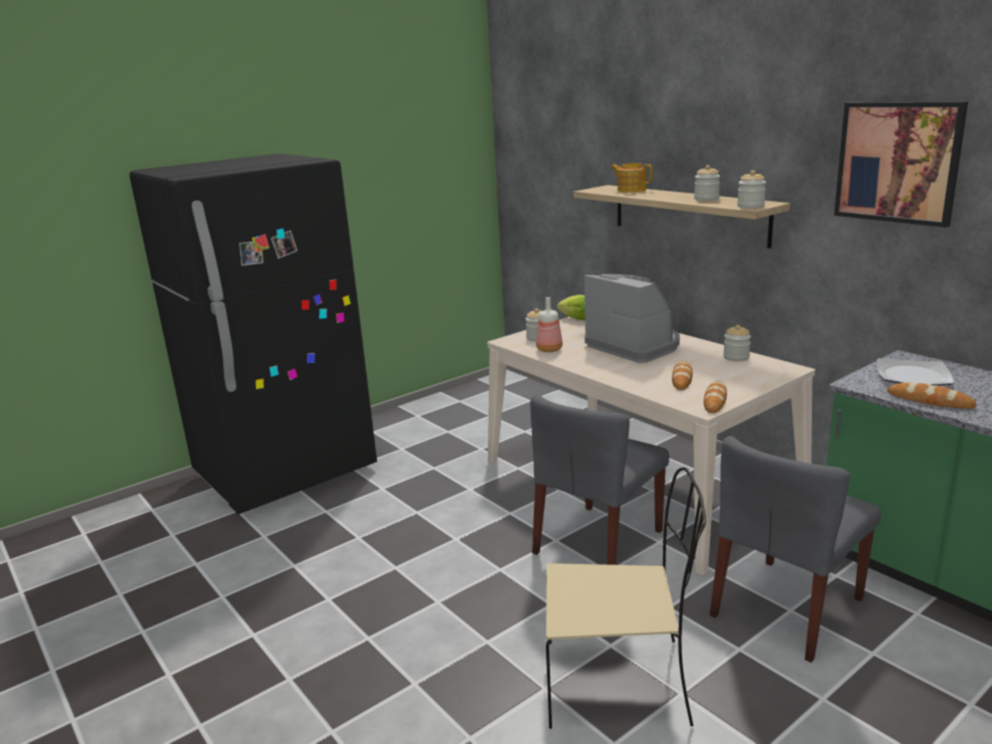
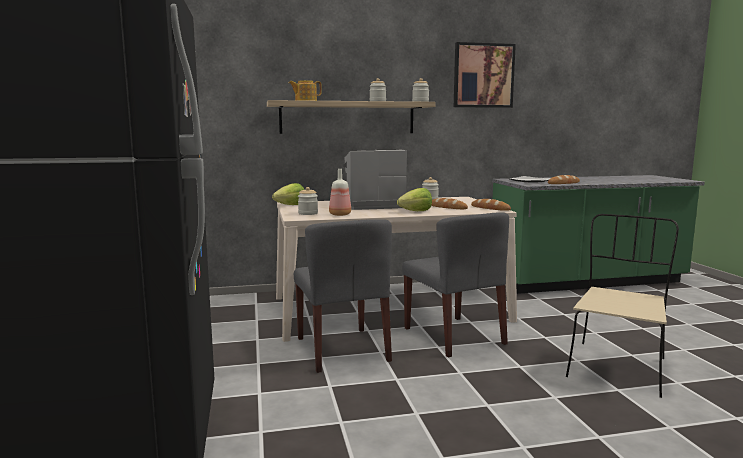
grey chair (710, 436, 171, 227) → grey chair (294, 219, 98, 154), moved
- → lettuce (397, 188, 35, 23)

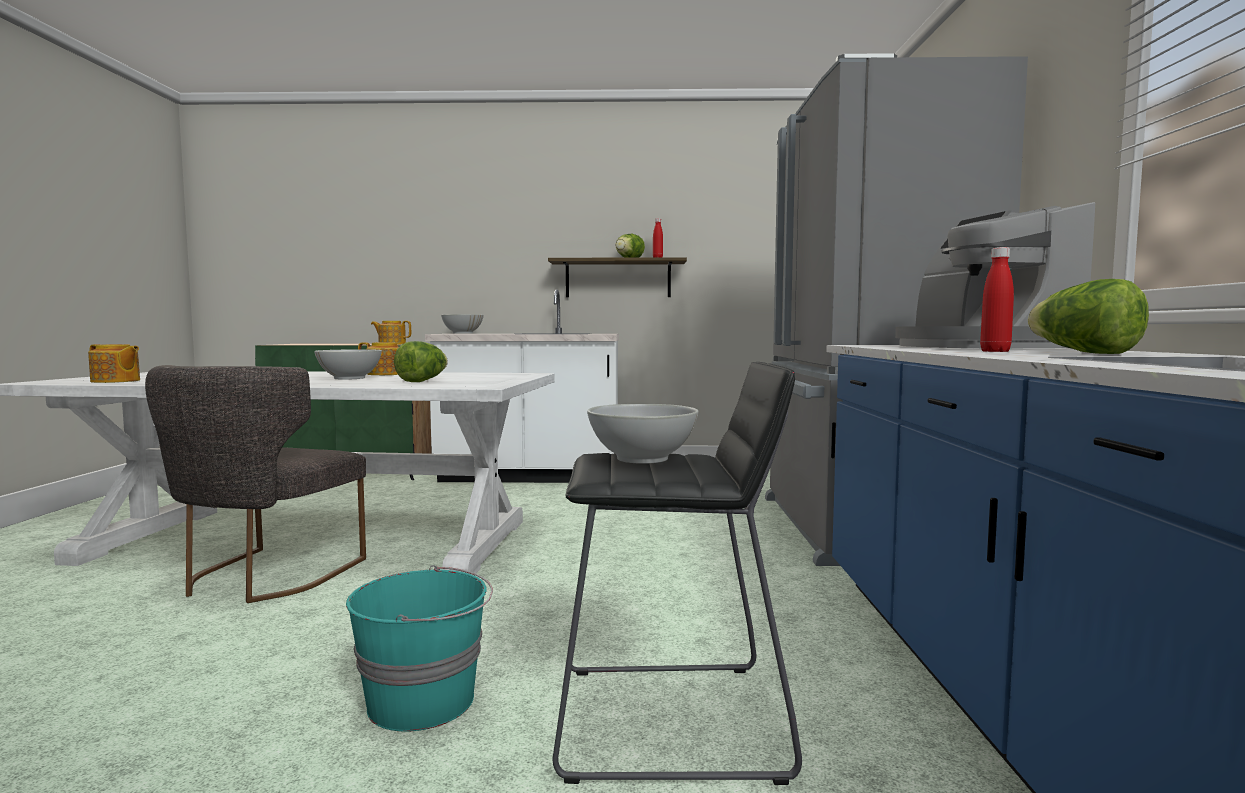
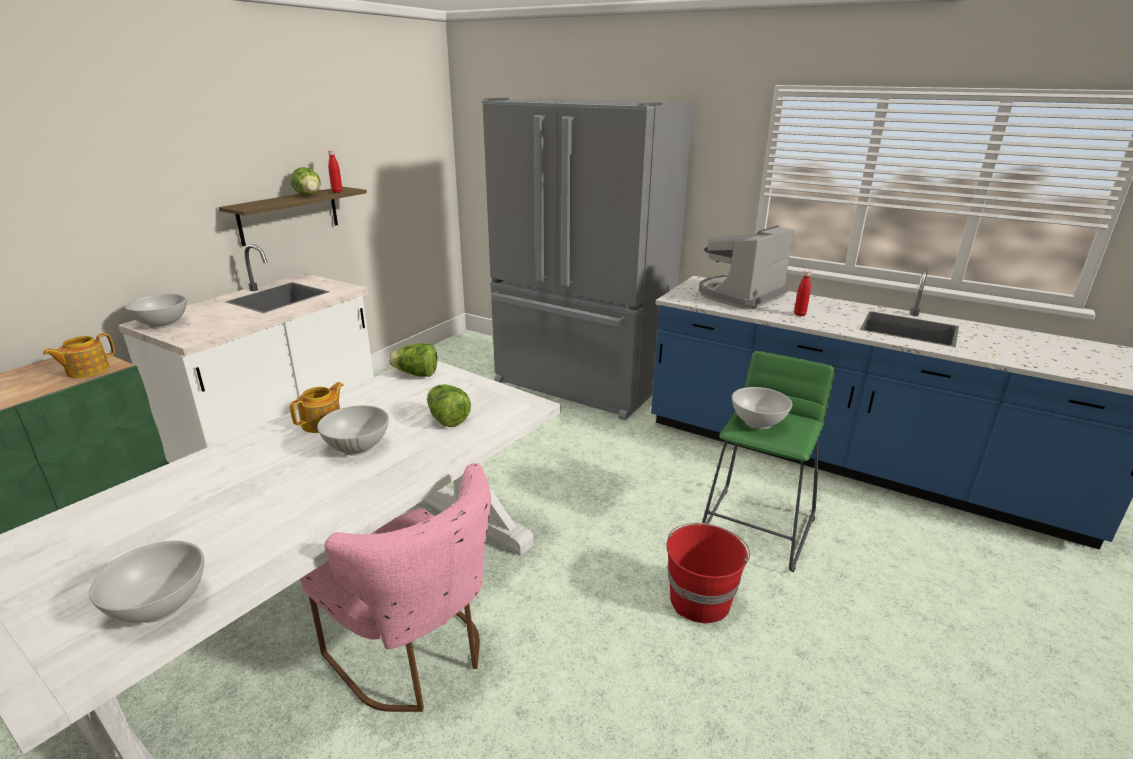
teapot (88, 344, 52, 39) → white bowl (89, 541, 115, 82)
grey chair (145, 365, 221, 238) → pink chair (300, 463, 191, 249)
lettuce (1028, 279, 121, 75) → lettuce (389, 343, 48, 34), moved
turquoise bucket (346, 565, 147, 167) → red bucket (666, 523, 84, 100)
coffee machine (895, 202, 200, 146) → coffee machine (699, 226, 95, 84), 120 degrees clockwise
black stool (552, 362, 250, 423) → green stool (702, 351, 133, 221)

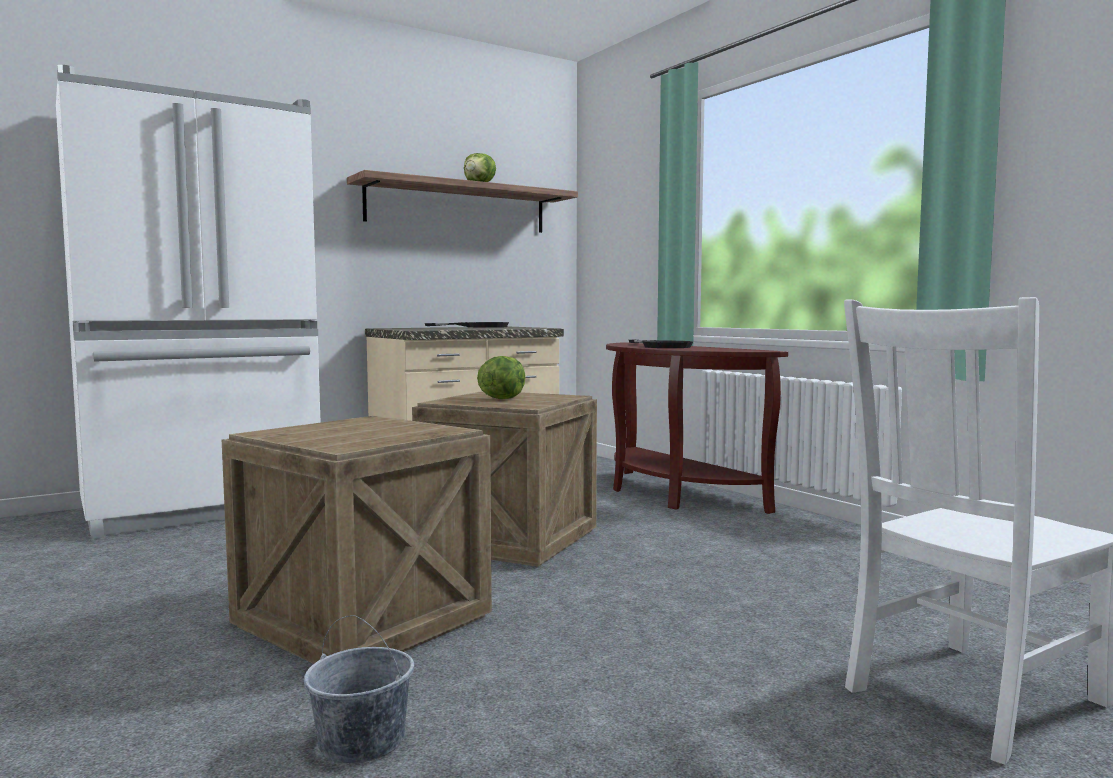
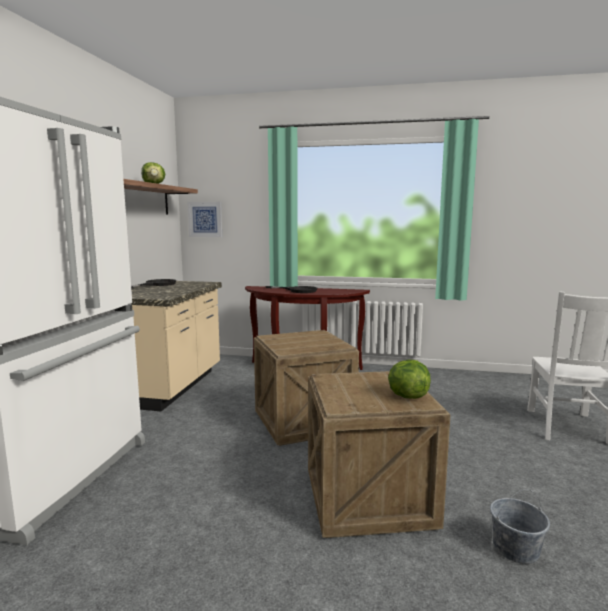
- → picture (187, 202, 35, 35)
lettuce (477, 356, 49, 43) → lettuce (388, 359, 43, 40), moved

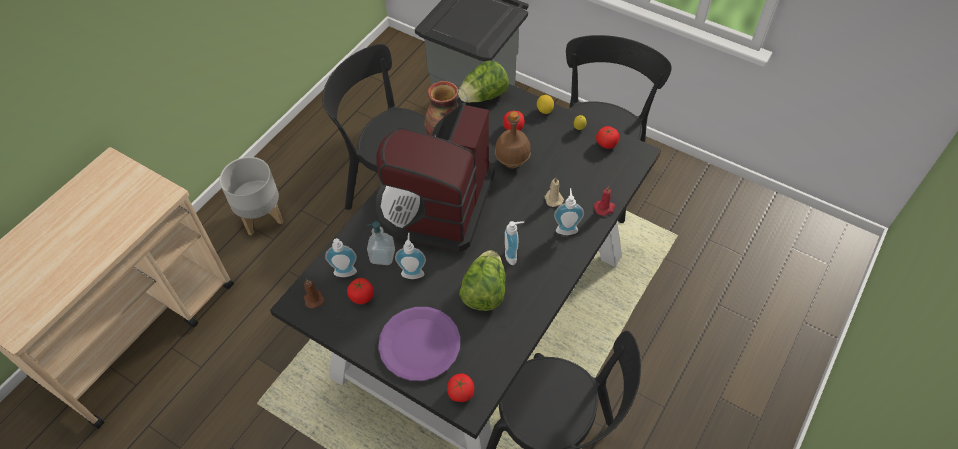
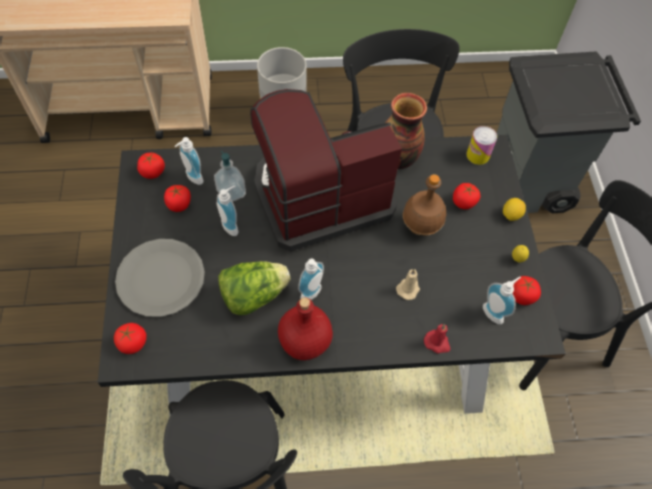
purple plate (378, 307, 82, 74) → grey plate (115, 239, 90, 78)
brown candle (304, 279, 21, 30) → tomato (137, 153, 28, 26)
- → red bottle (278, 297, 55, 63)
lettuce (458, 60, 51, 43) → can (467, 126, 30, 39)
soap dispenser (554, 188, 30, 47) → soap dispenser (483, 277, 38, 47), moved

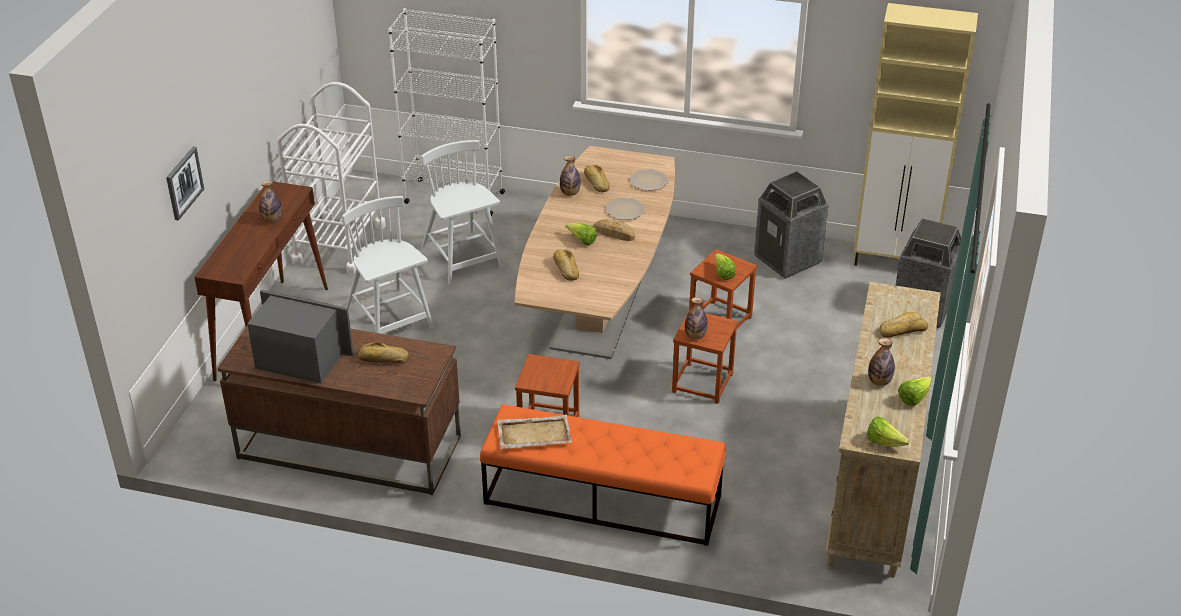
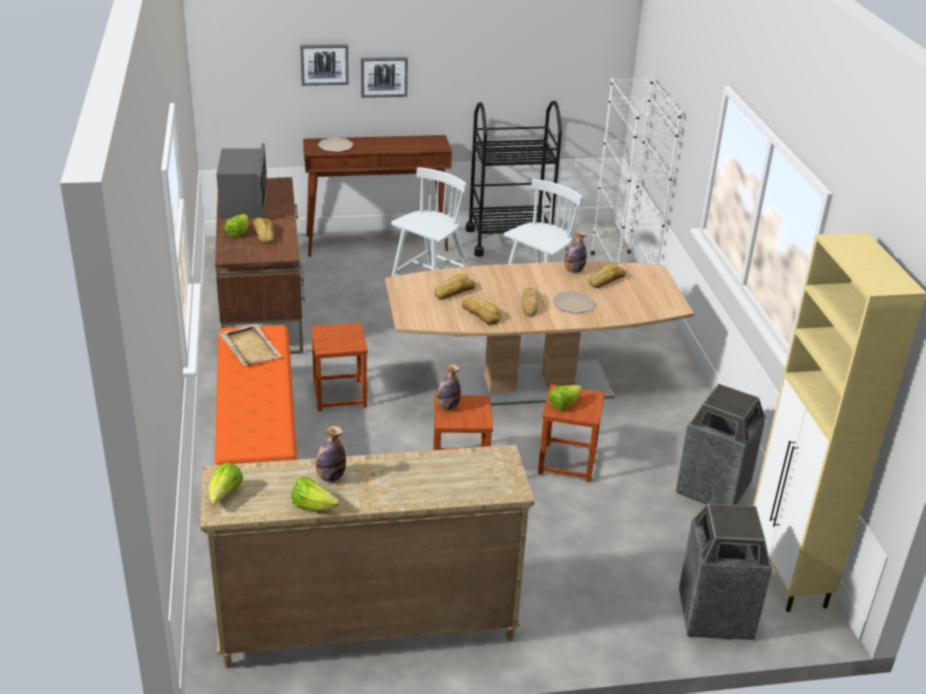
lettuce (565, 222, 32, 24) → lettuce (225, 214, 24, 24), moved
plate (630, 169, 39, 22) → plate (318, 137, 35, 15), moved
- → picture (361, 57, 47, 41)
bread (879, 312, 49, 26) → bread (462, 297, 39, 28), moved
white cart (277, 82, 109, 192) → black cart (466, 101, 96, 156)
bottle (259, 181, 23, 42) → -

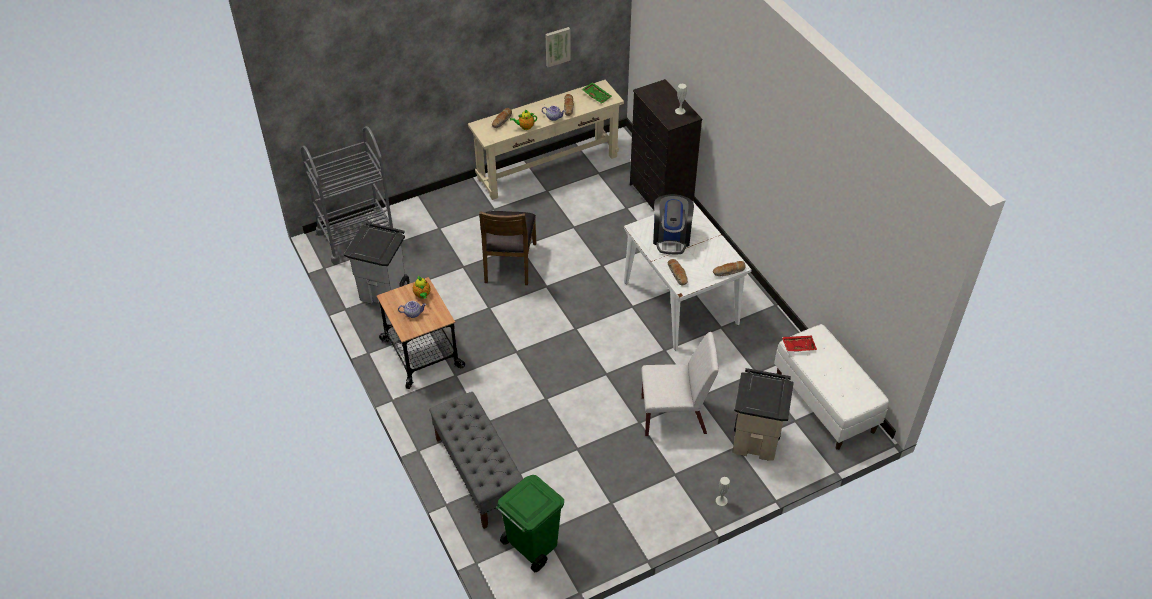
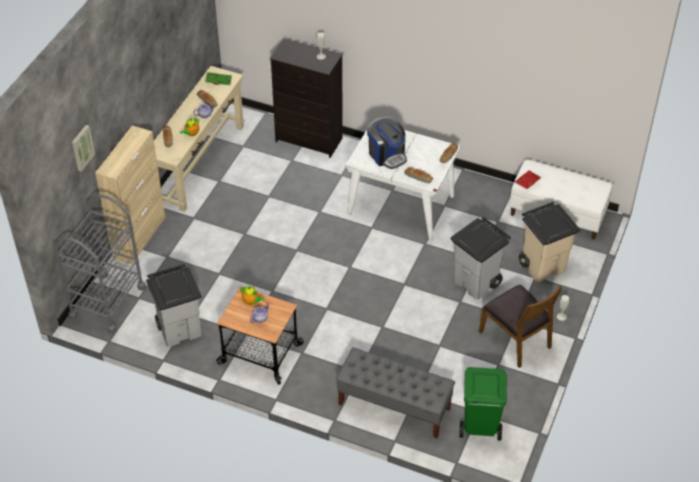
picture (546, 27, 25, 40) → picture (72, 125, 23, 47), moved
- → beige cabinet (95, 125, 70, 140)
white chair (641, 332, 78, 104) → grey trash can (450, 217, 61, 83)
brown chair (479, 211, 57, 74) → brown chair (479, 285, 83, 83), moved

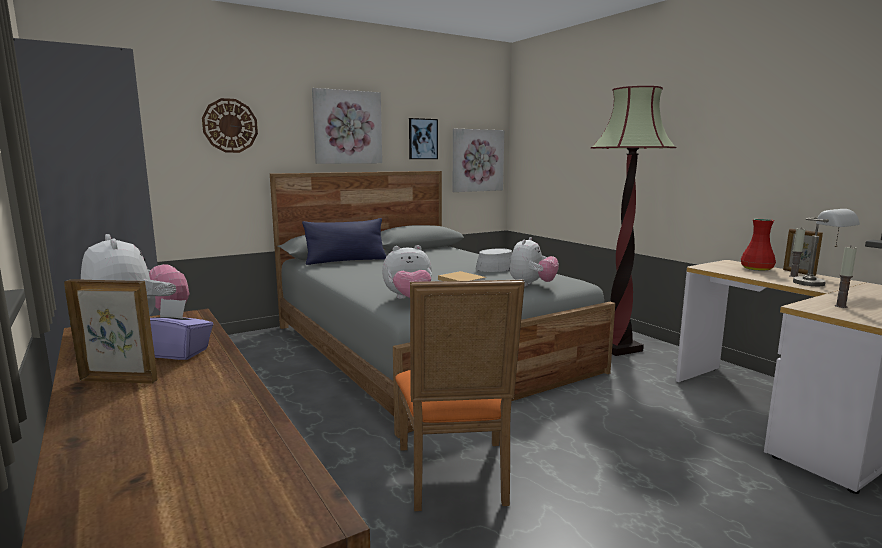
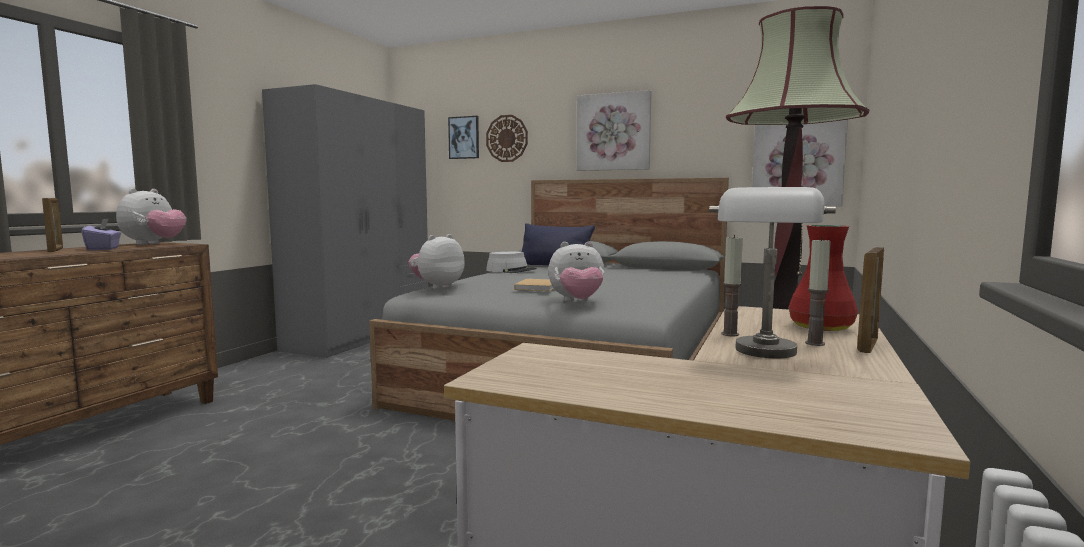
plush toy (382, 245, 50, 54) → plush toy (408, 234, 57, 55), 90 degrees clockwise
picture (409, 118, 29, 41) → picture (448, 116, 31, 43), moved
grey hat (476, 248, 36, 24) → grey hat (486, 251, 51, 22), moved
candle (835, 247, 22, 61) → candle (722, 235, 21, 101), moved
orange chair (395, 280, 130, 231) → -

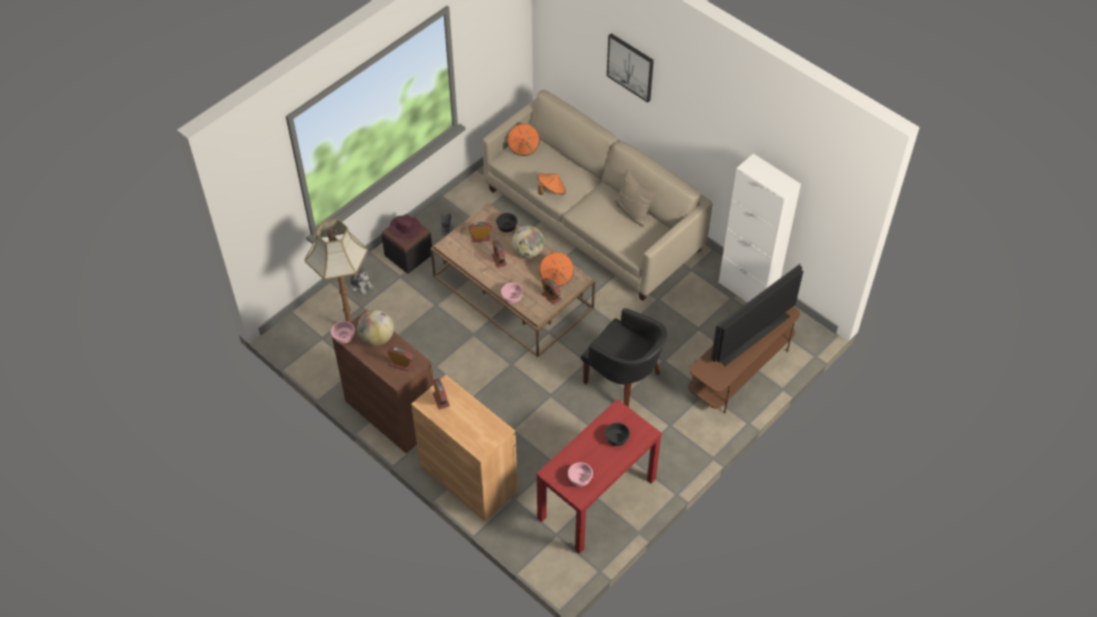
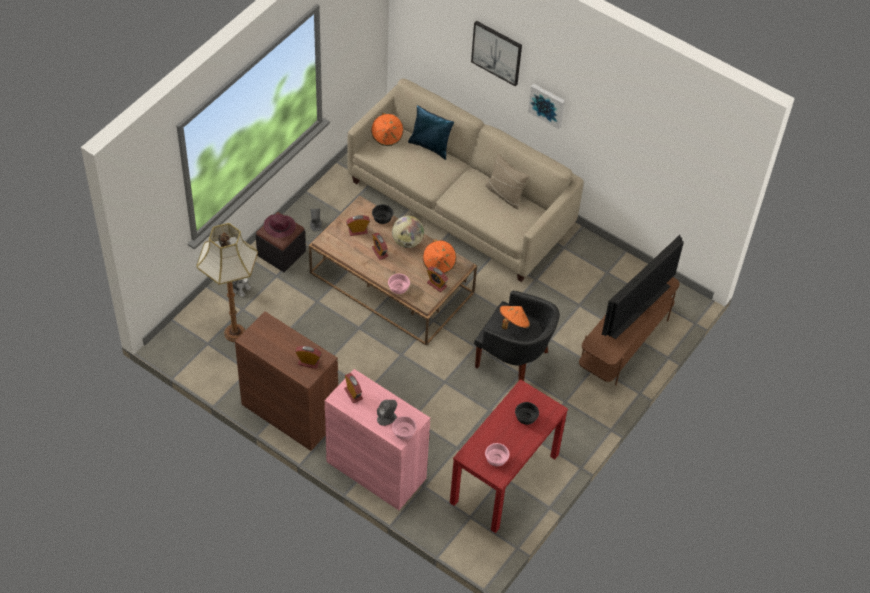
brown cabinet (411, 375, 106, 146) → pink cabinet (325, 369, 105, 141)
- → grey speaker (377, 400, 20, 26)
pink bowl (331, 321, 24, 23) → pink bowl (392, 416, 25, 24), moved
- → blue pillow (408, 105, 46, 55)
orange hat (537, 174, 29, 21) → orange hat (499, 306, 31, 24), moved
- → picture (528, 84, 37, 45)
globe (358, 310, 36, 36) → -
white cabinet (718, 153, 83, 150) → -

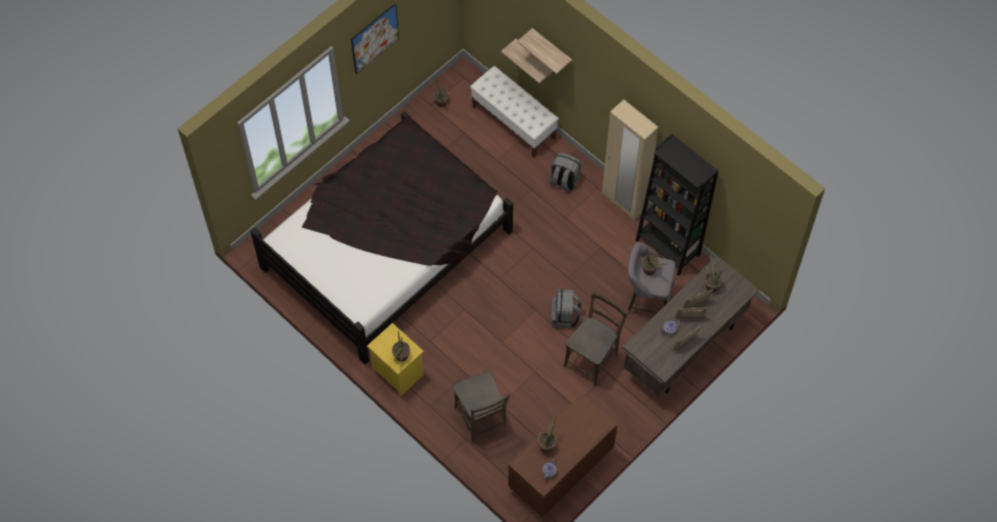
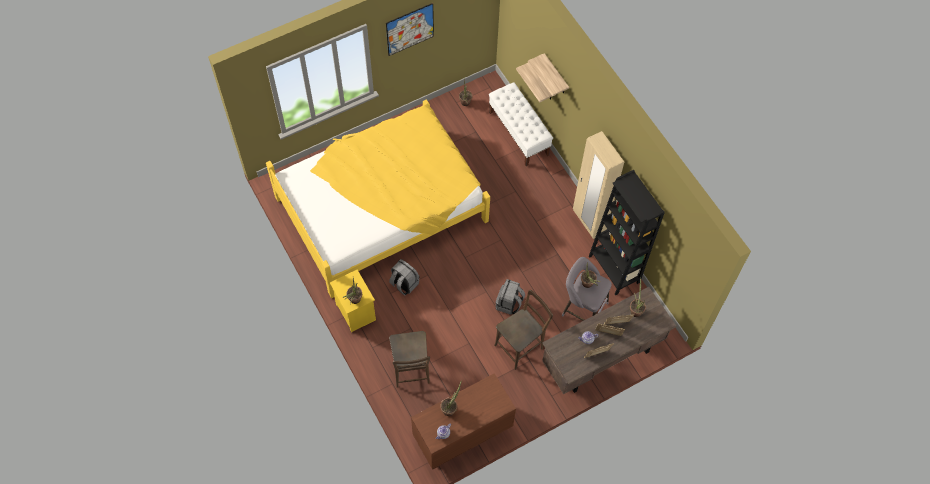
black bed (250, 111, 263, 254) → yellow bed (266, 99, 224, 199)
grey backpack (550, 153, 31, 40) → grey backpack (389, 259, 30, 37), moved

